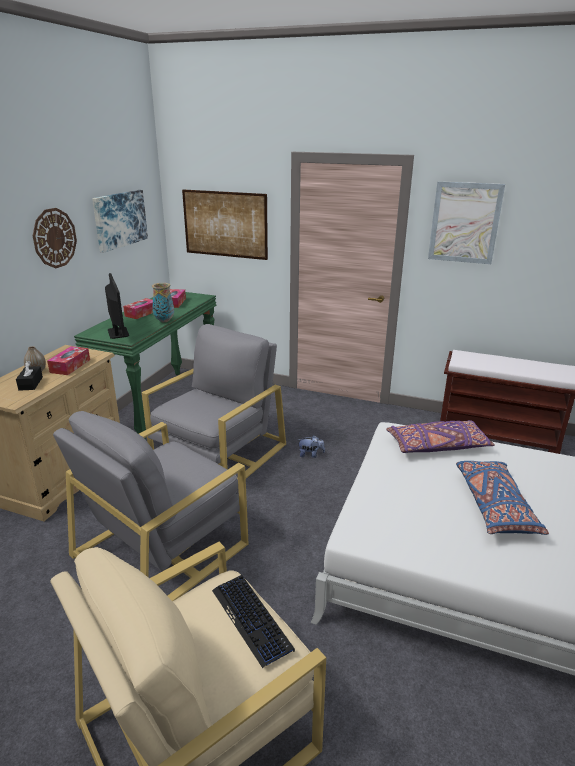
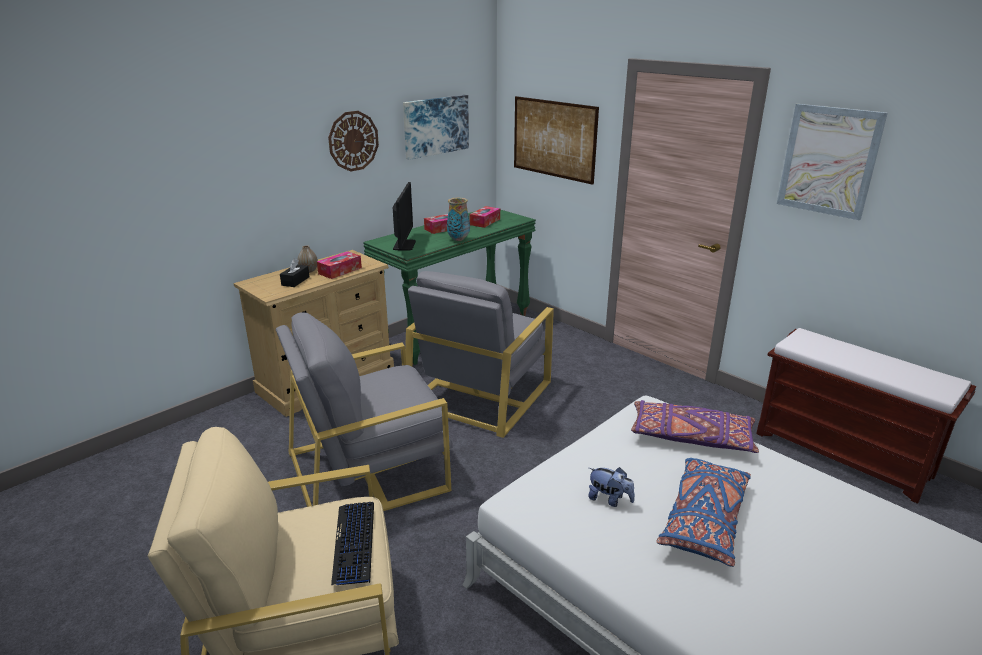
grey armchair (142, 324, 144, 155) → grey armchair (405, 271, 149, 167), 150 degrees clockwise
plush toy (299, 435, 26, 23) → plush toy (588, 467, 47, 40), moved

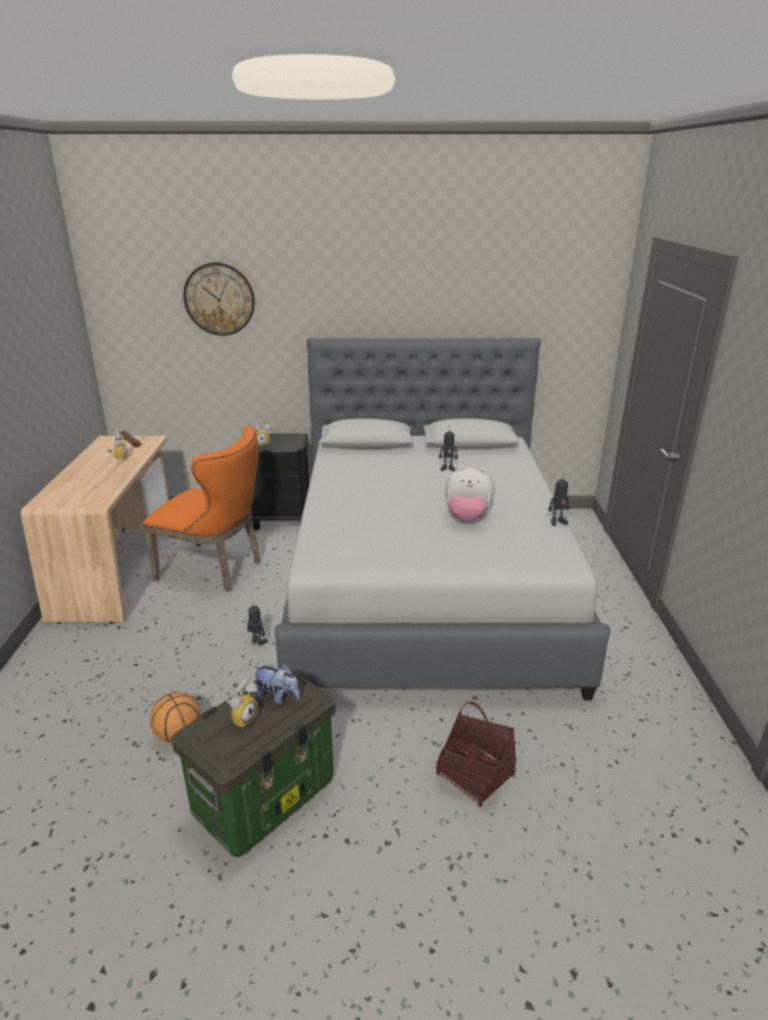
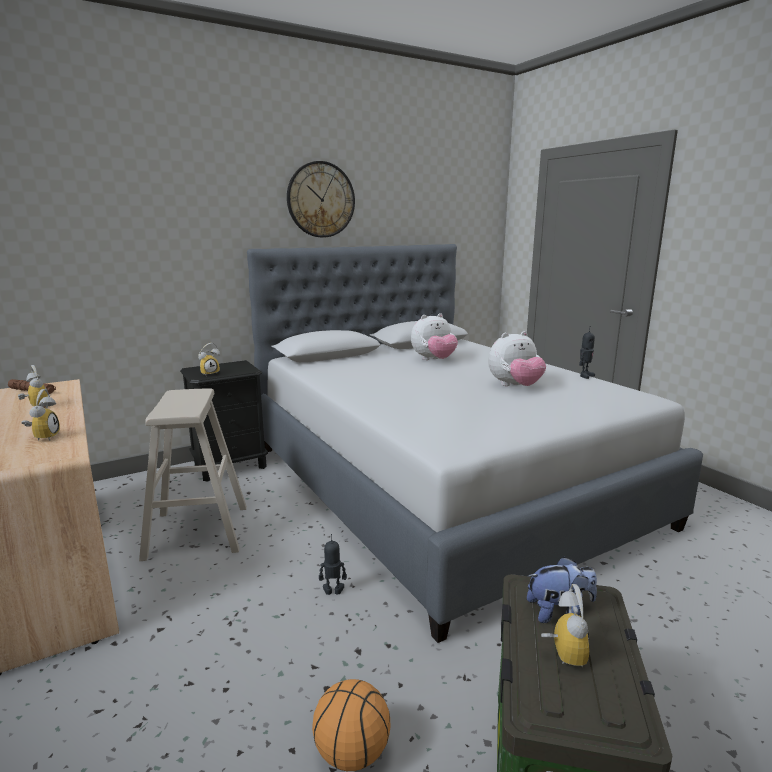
- → alarm clock (21, 389, 39, 52)
orange chair (143, 425, 117, 167) → beige stool (139, 388, 108, 173)
wall clock (183, 262, 72, 74) → wall clock (287, 161, 68, 77), moved
toy robot (439, 426, 19, 45) → plush toy (411, 313, 47, 47)
basket (436, 702, 80, 105) → -

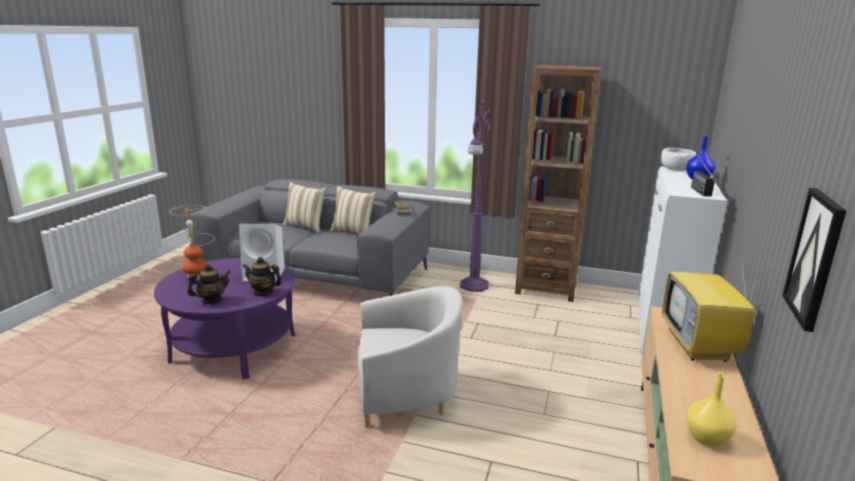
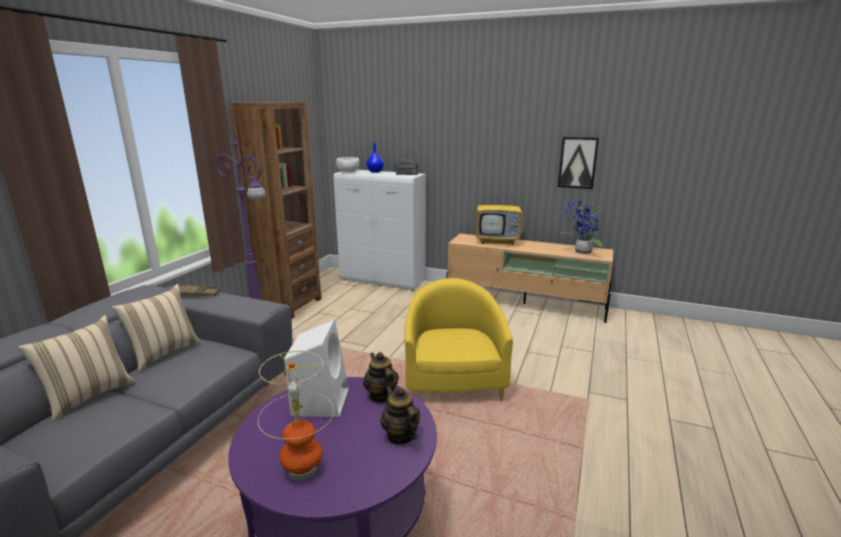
teapot (243, 257, 39, 40) → teapot (363, 352, 36, 51), 135 degrees clockwise
white armchair (357, 286, 106, 142) → yellow armchair (405, 278, 108, 123)
yellow vase (686, 374, 51, 73) → potted plant (560, 200, 43, 54)

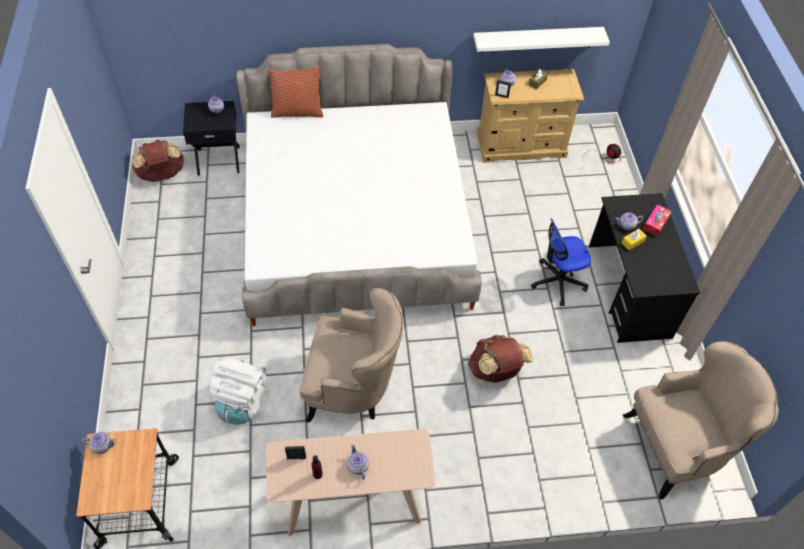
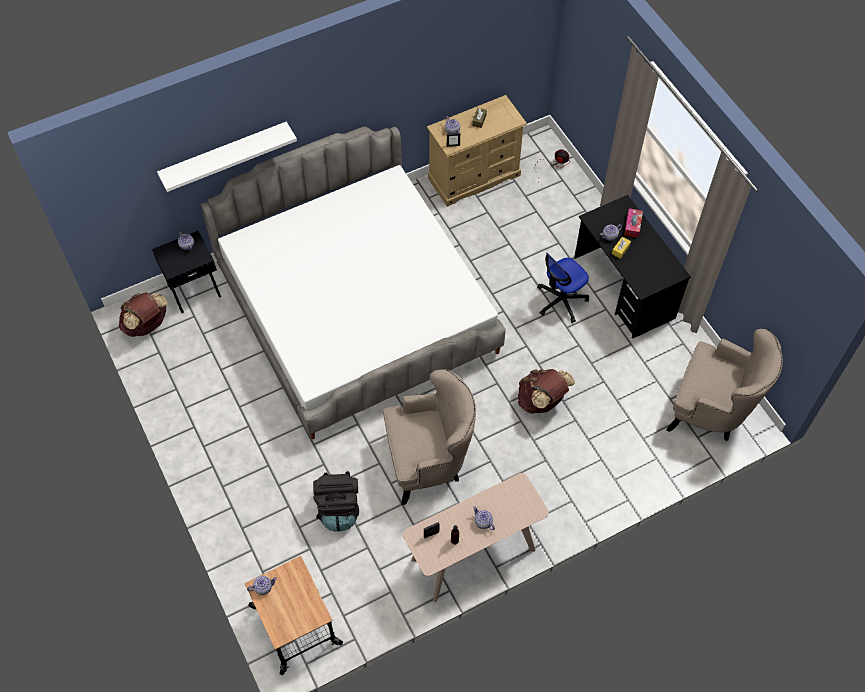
white shelf (473, 27, 137, 26) → white shelf (157, 121, 140, 71), moved
white backpack (210, 358, 56, 67) → black backpack (313, 471, 46, 61)
beige armchair (623, 341, 156, 159) → beige armchair (666, 329, 117, 112), 60 degrees clockwise
pillow (268, 67, 55, 51) → -

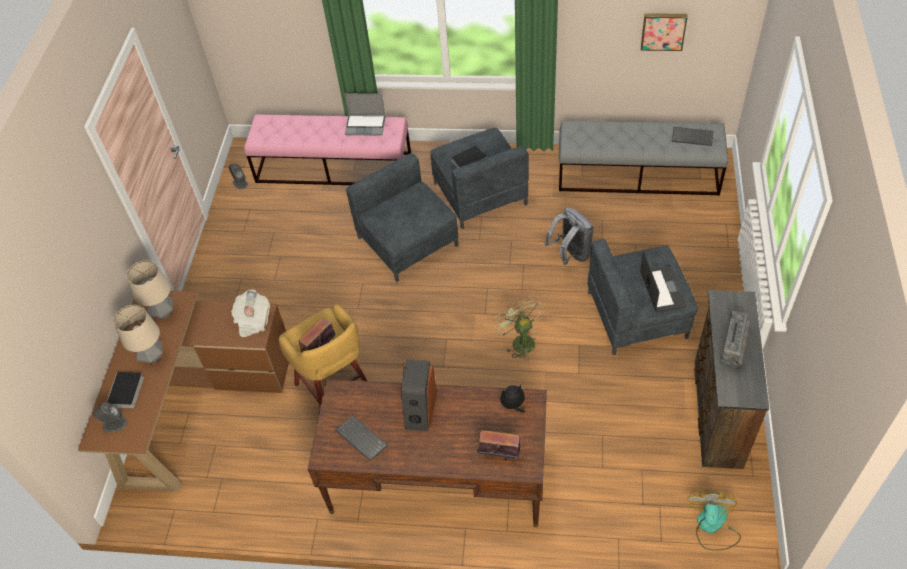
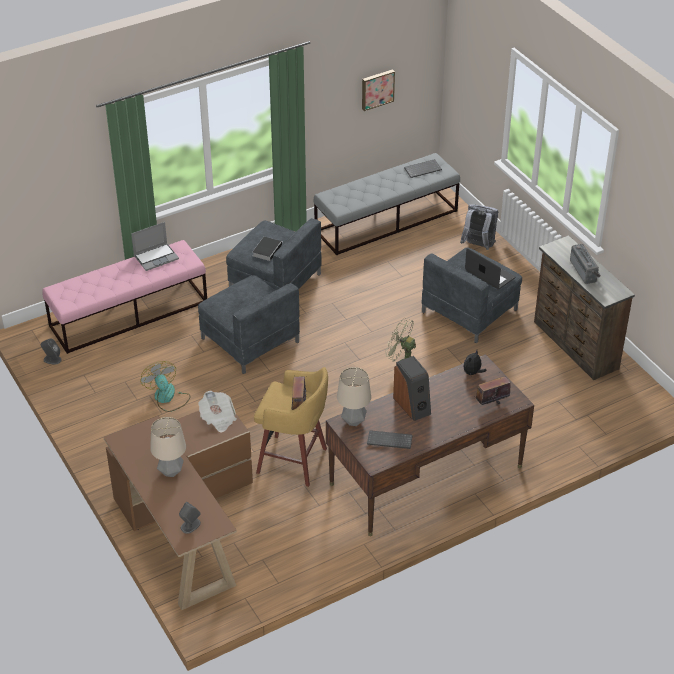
fan (687, 490, 54, 61) → fan (140, 361, 50, 51), moved
grey armchair (346, 153, 113, 129) → grey armchair (198, 275, 102, 99), 150 degrees counterclockwise
table lamp (127, 260, 46, 59) → table lamp (337, 367, 34, 59), moved
grey backpack (545, 207, 49, 58) → grey backpack (460, 204, 38, 46), moved
book (106, 372, 38, 36) → -

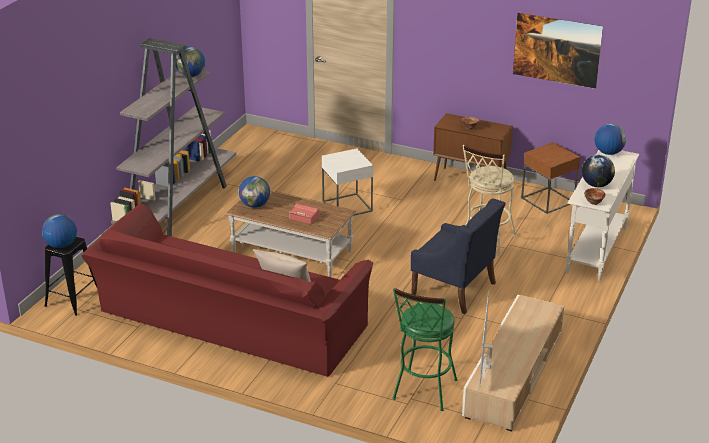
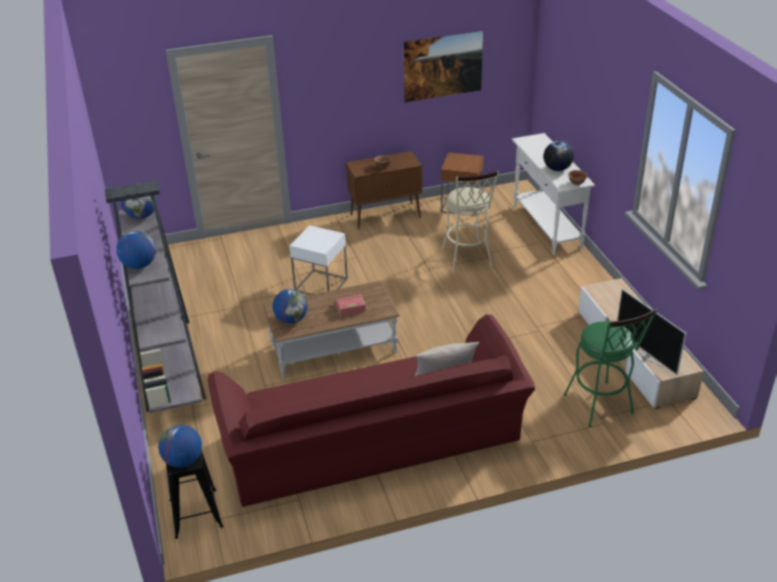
globe (595, 124, 31, 31) → globe (116, 230, 40, 39), moved
blue armchair (411, 198, 94, 116) → -

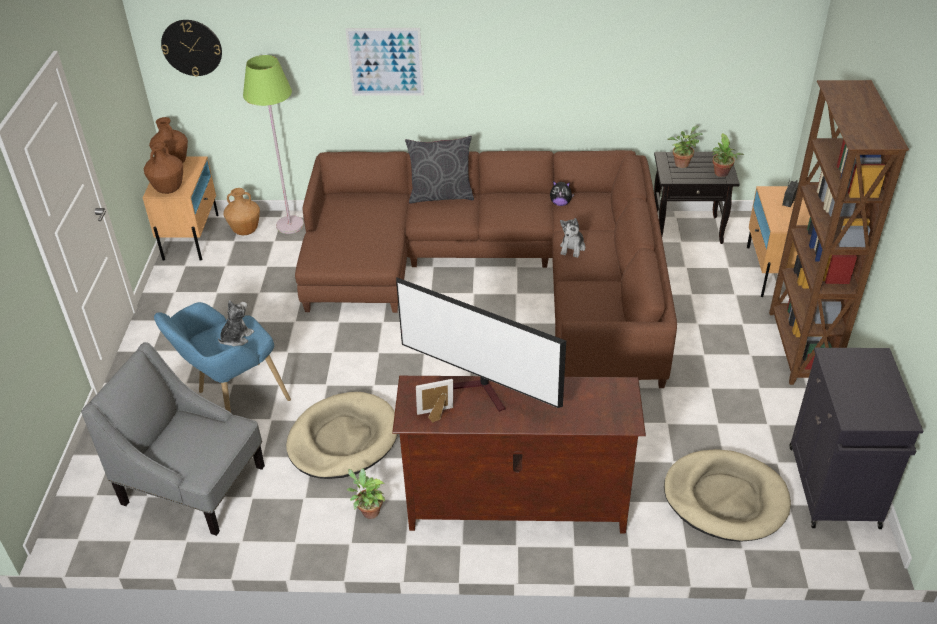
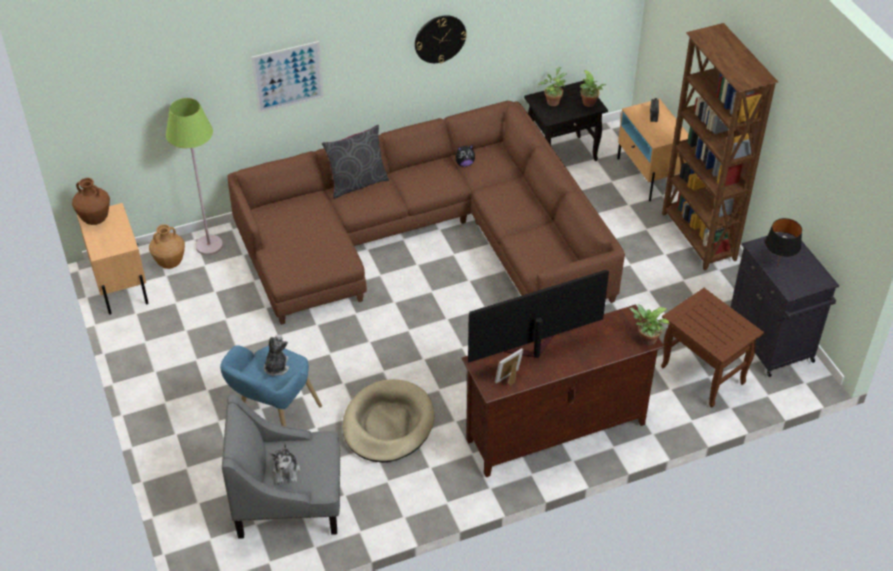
plush toy (560, 218, 25, 40) → plush toy (269, 444, 31, 40), moved
wall clock (161, 20, 61, 57) → wall clock (415, 15, 52, 48), moved
television (396, 277, 170, 135) → television (468, 270, 141, 93), 150 degrees clockwise
potted plant (347, 468, 38, 51) → potted plant (629, 304, 40, 42), moved
beige dog bed (664, 449, 127, 93) → brown side table (661, 288, 103, 120)
- → black table lamp (765, 218, 37, 49)
brown vase (144, 142, 39, 52) → -

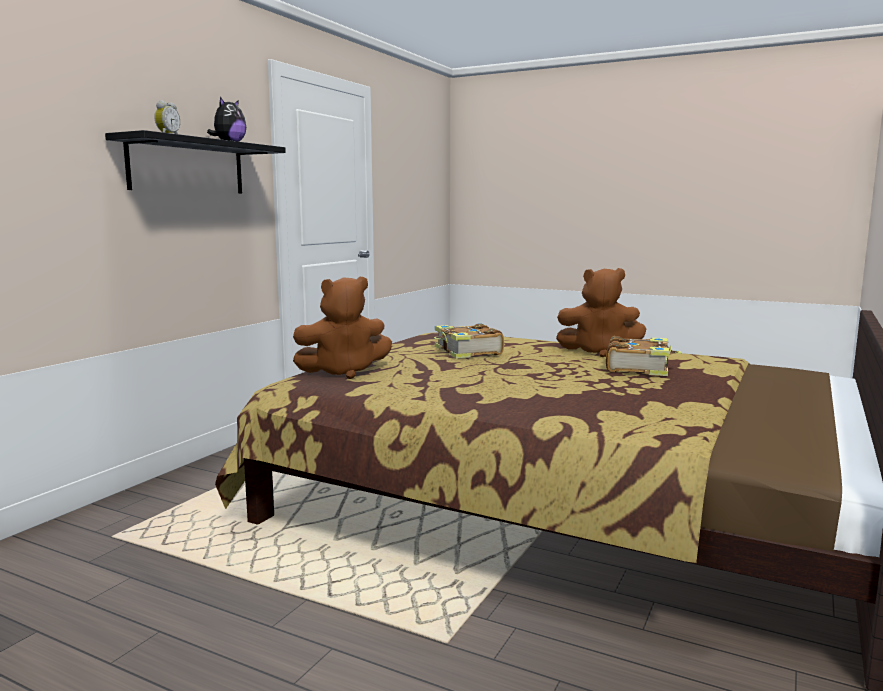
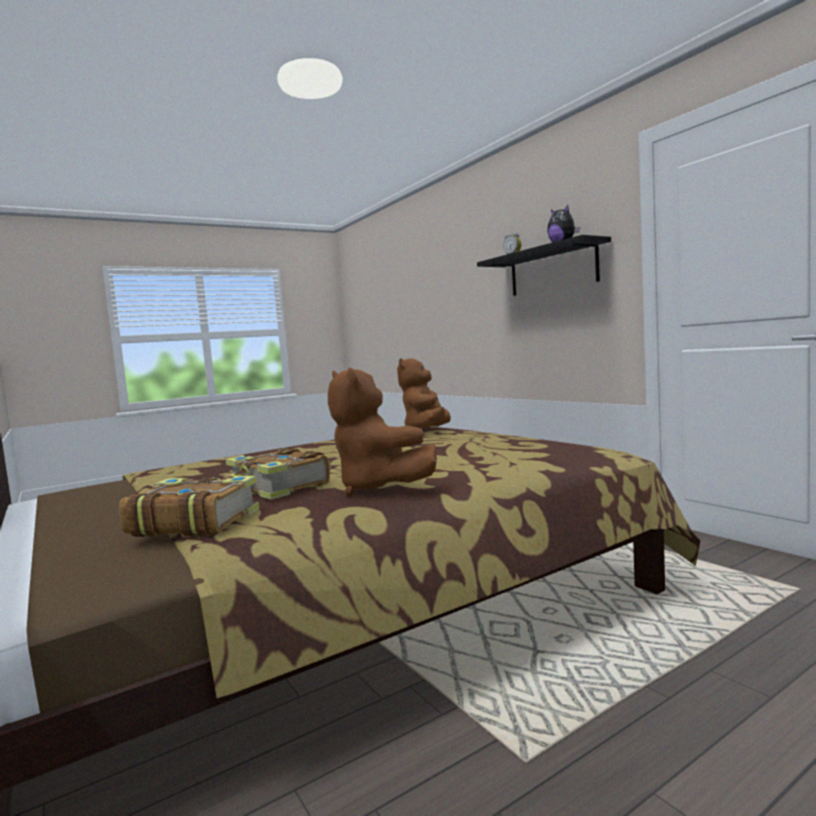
book (434, 323, 70, 36) → book (119, 475, 140, 62), moved
brown plush toy (556, 268, 90, 89) → brown plush toy (328, 368, 109, 129), 75 degrees counterclockwise

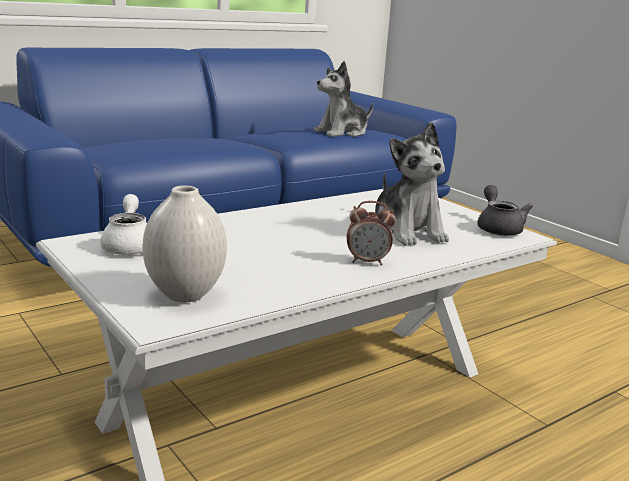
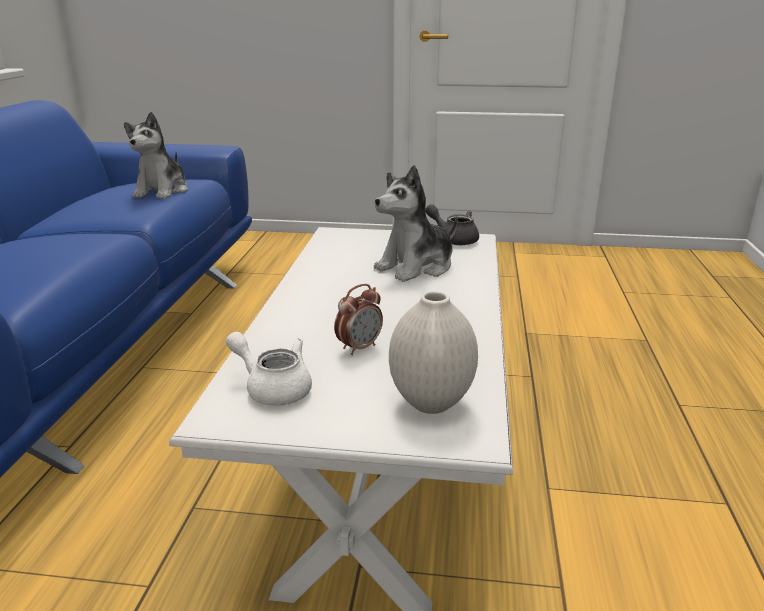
alarm clock (347, 201, 49, 64) → alarm clock (334, 284, 49, 71), moved
plush toy (375, 122, 74, 124) → plush toy (374, 165, 84, 117), 120 degrees clockwise

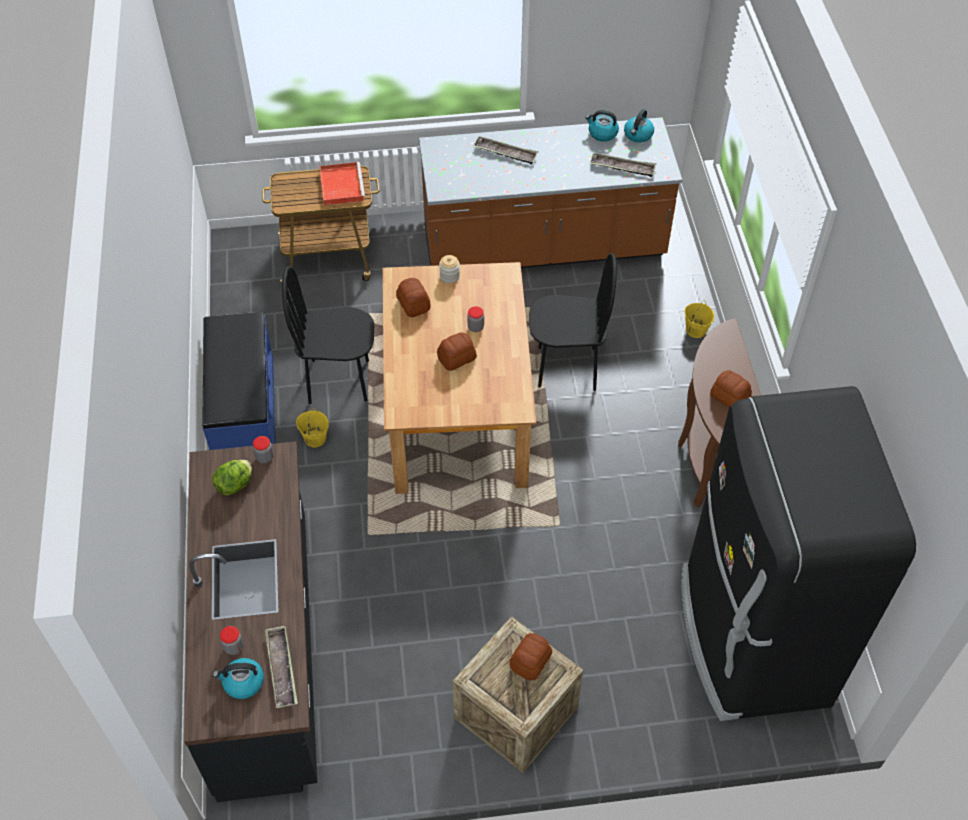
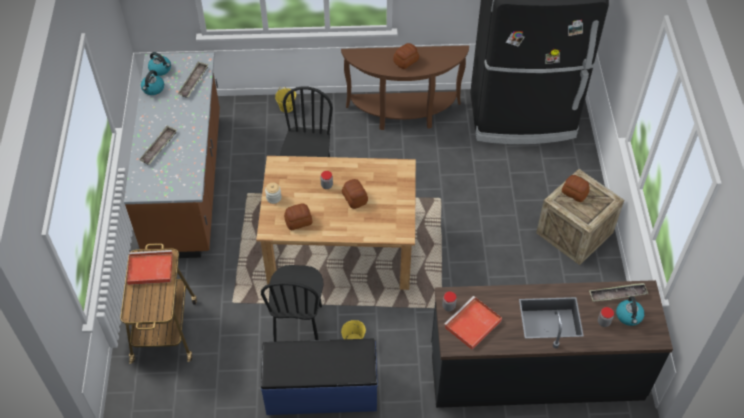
lettuce (212, 460, 40, 35) → red tray (444, 296, 58, 54)

